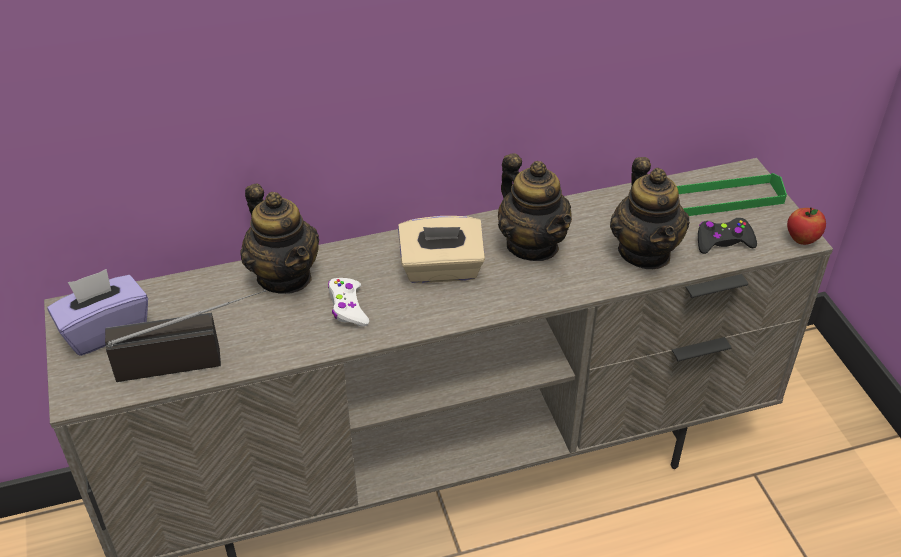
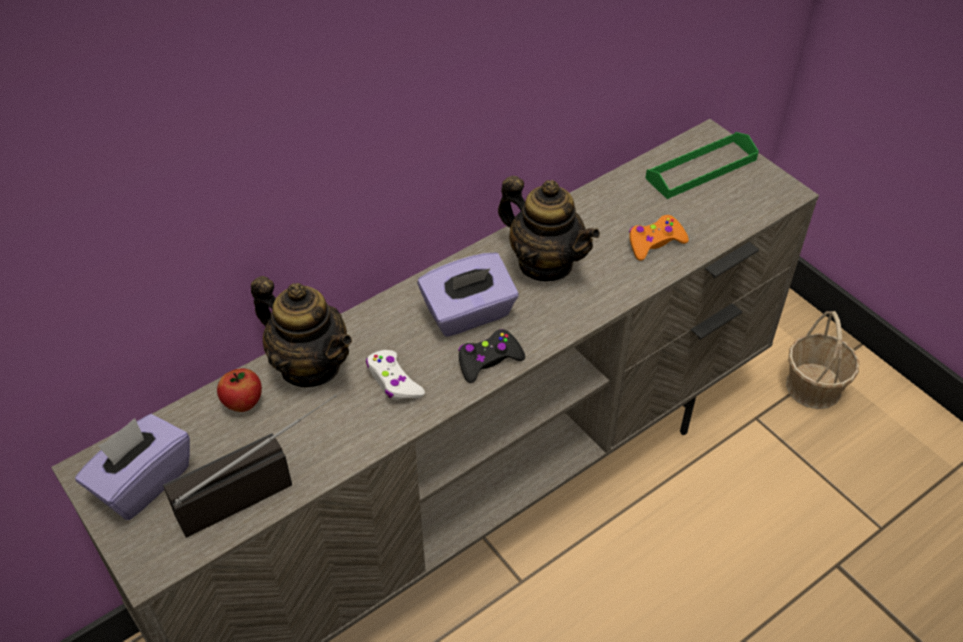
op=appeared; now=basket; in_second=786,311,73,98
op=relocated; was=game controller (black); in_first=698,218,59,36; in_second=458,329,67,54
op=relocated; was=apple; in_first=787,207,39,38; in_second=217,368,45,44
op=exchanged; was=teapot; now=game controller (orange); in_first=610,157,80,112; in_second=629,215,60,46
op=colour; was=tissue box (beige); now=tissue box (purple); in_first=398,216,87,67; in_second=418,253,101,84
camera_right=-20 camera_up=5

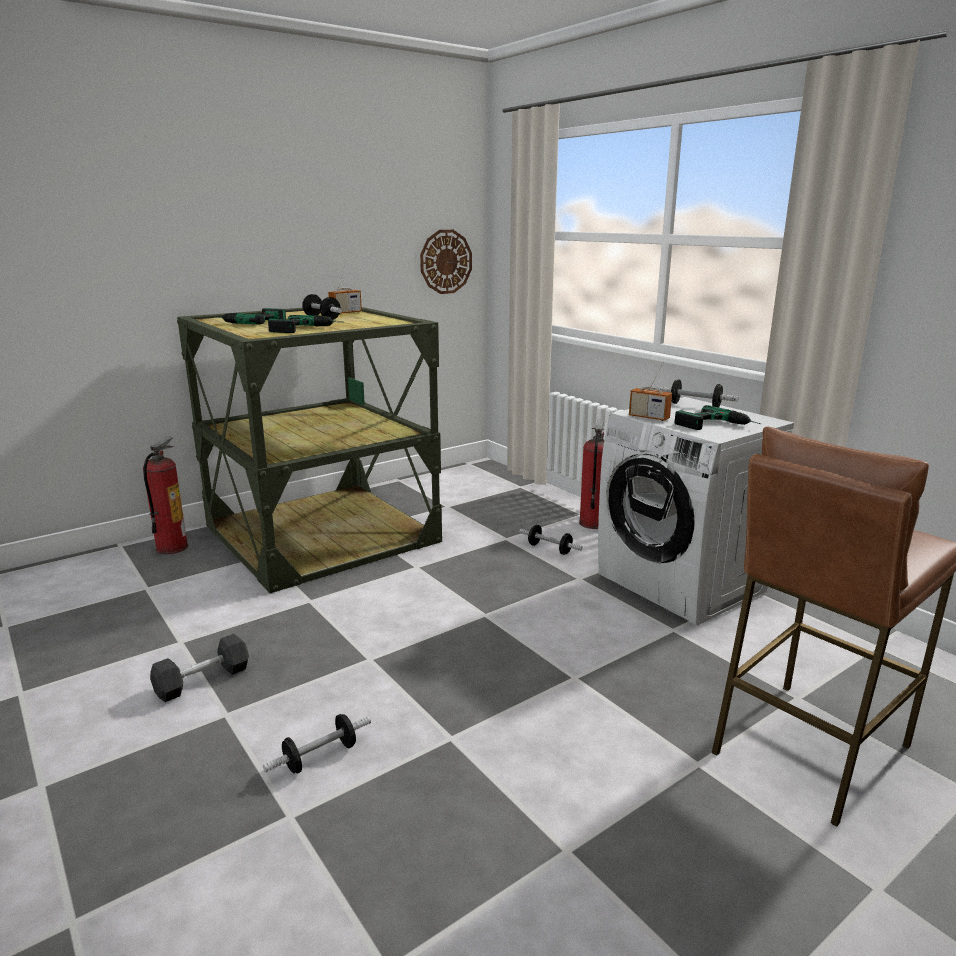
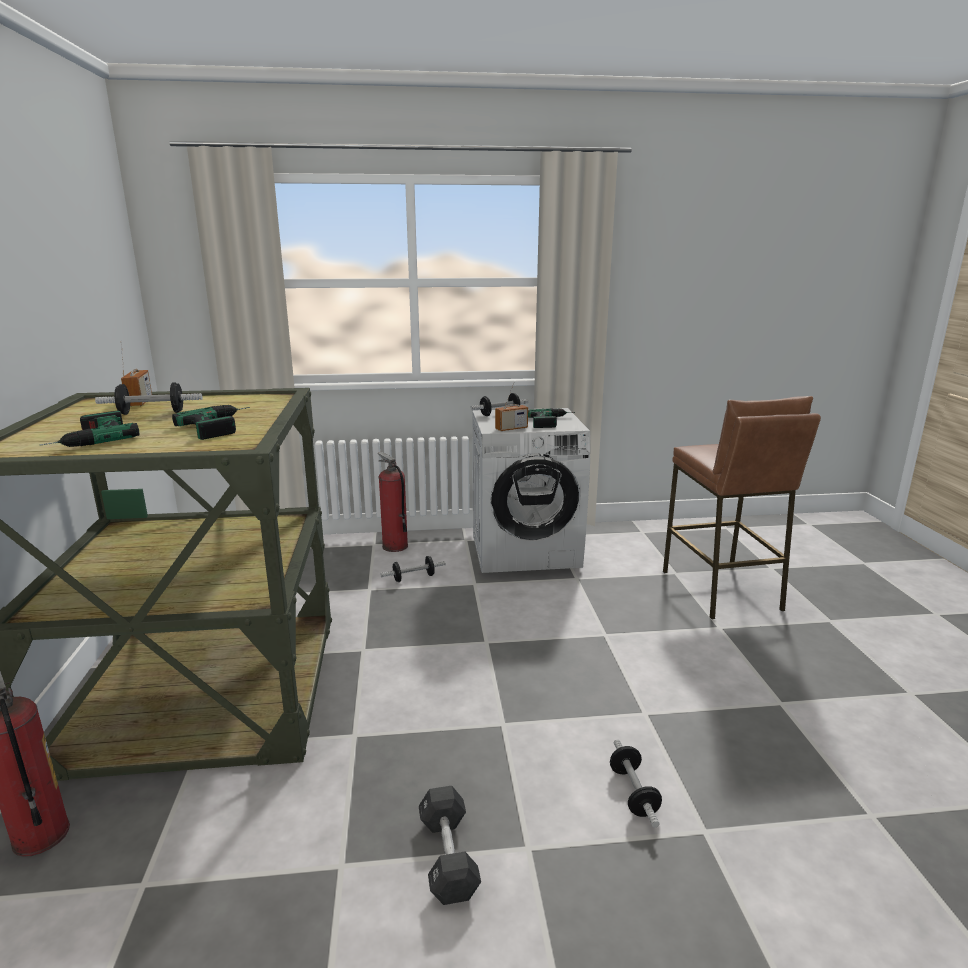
op=missing; was=wall clock; in_first=420,230,52,64
camera_right=-60 camera_up=0

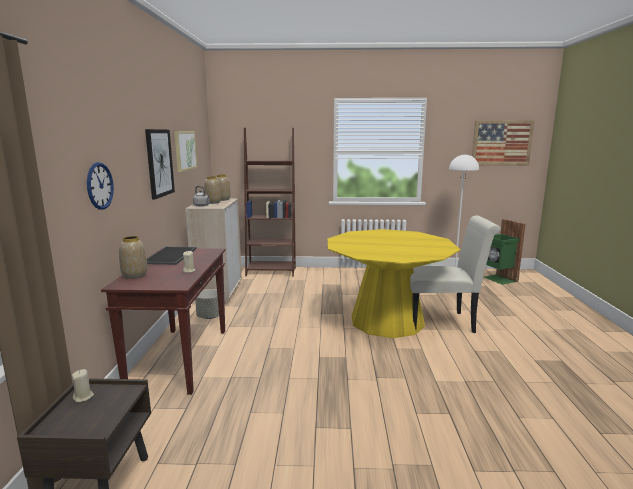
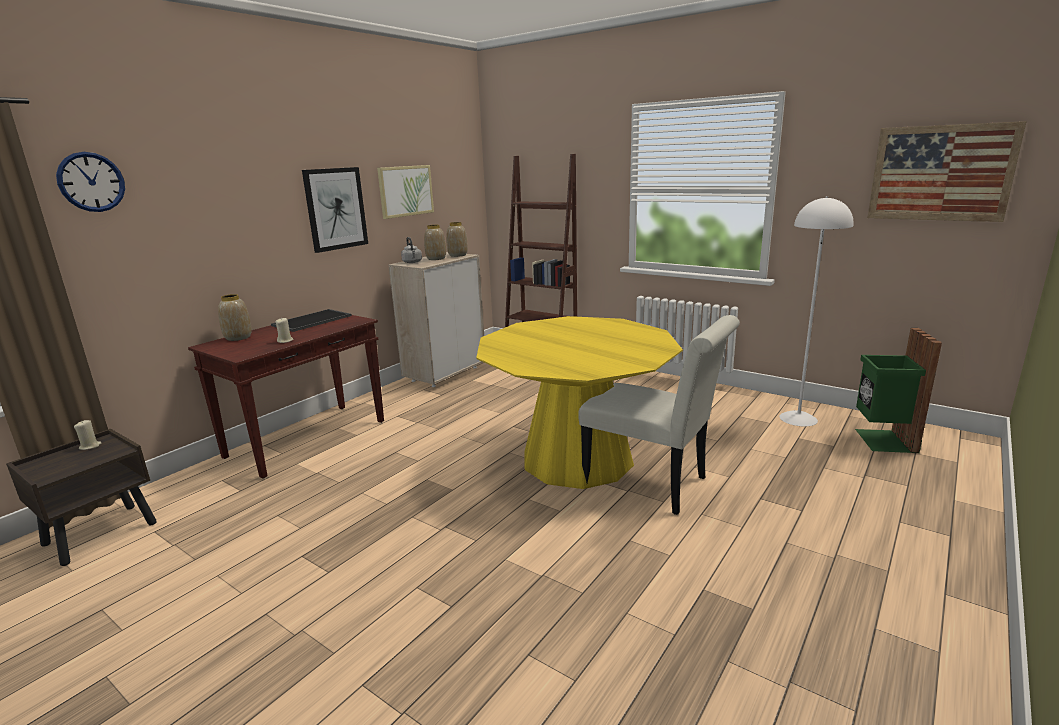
op=missing; was=planter (grey); in_first=195,289,24,30
op=relocated; was=wall clock; in_first=87,162,27,48; in_second=56,152,69,60
camera_right=35 camera_up=5

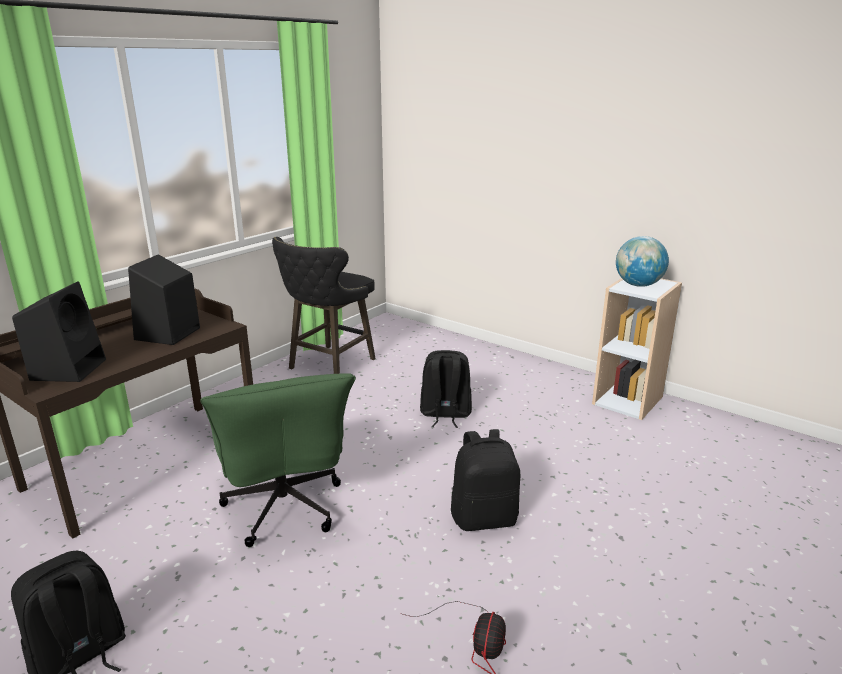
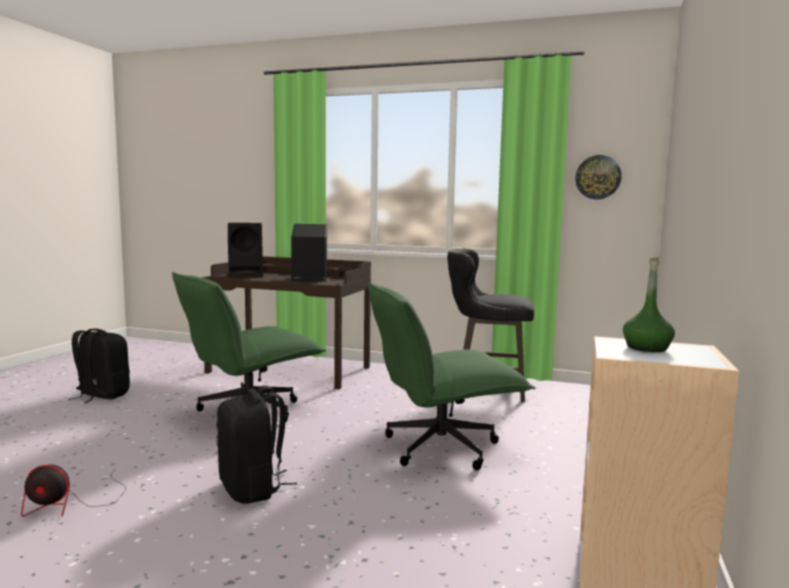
op=appeared; now=wall clock; in_second=575,155,47,44
op=exchanged; was=backpack (black); now=office chair (green); in_first=420,350,52,78; in_second=368,282,168,188
op=exchanged; was=globe; now=bottle (green); in_first=616,236,53,51; in_second=623,258,52,94
camera_right=70 camera_up=-15

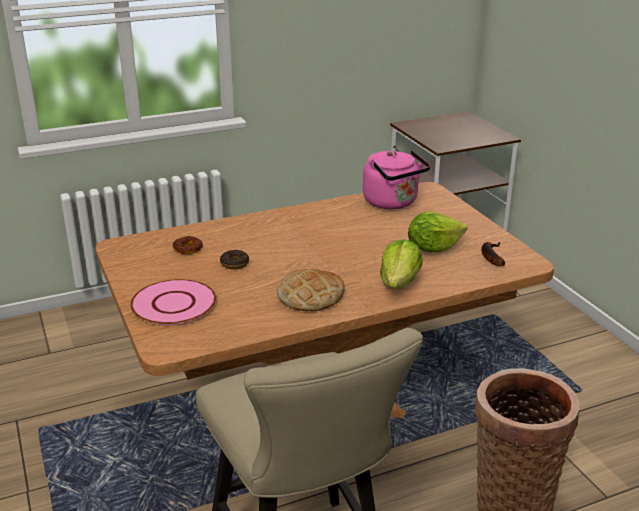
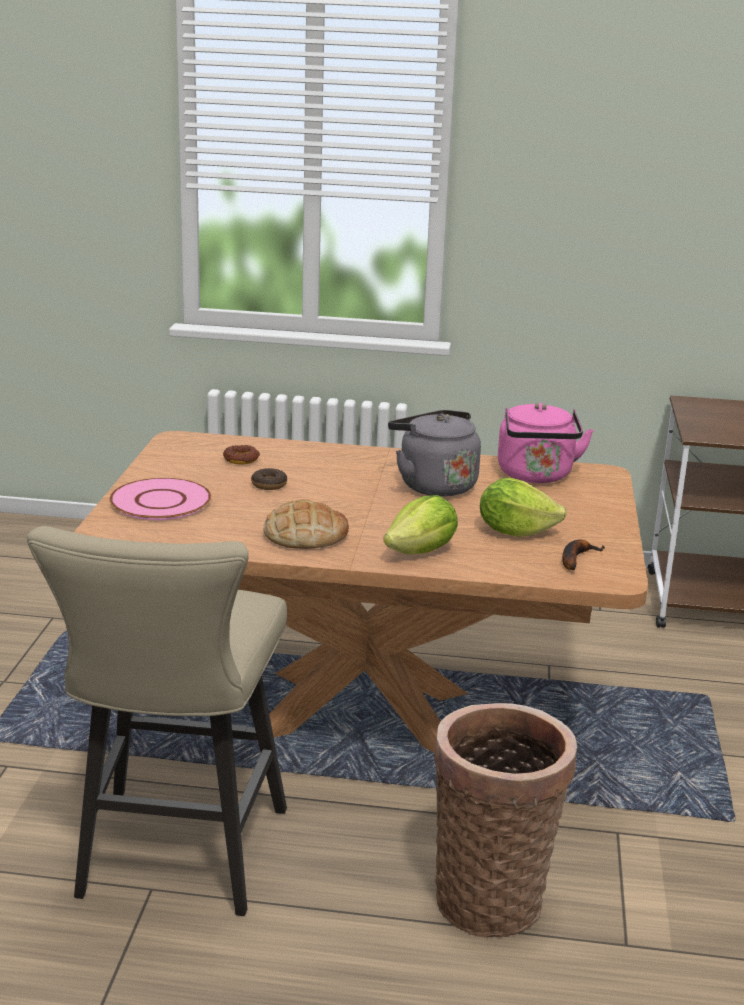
op=appeared; now=kettle (grey); in_second=388,410,93,86
camera_right=30 camera_up=-5

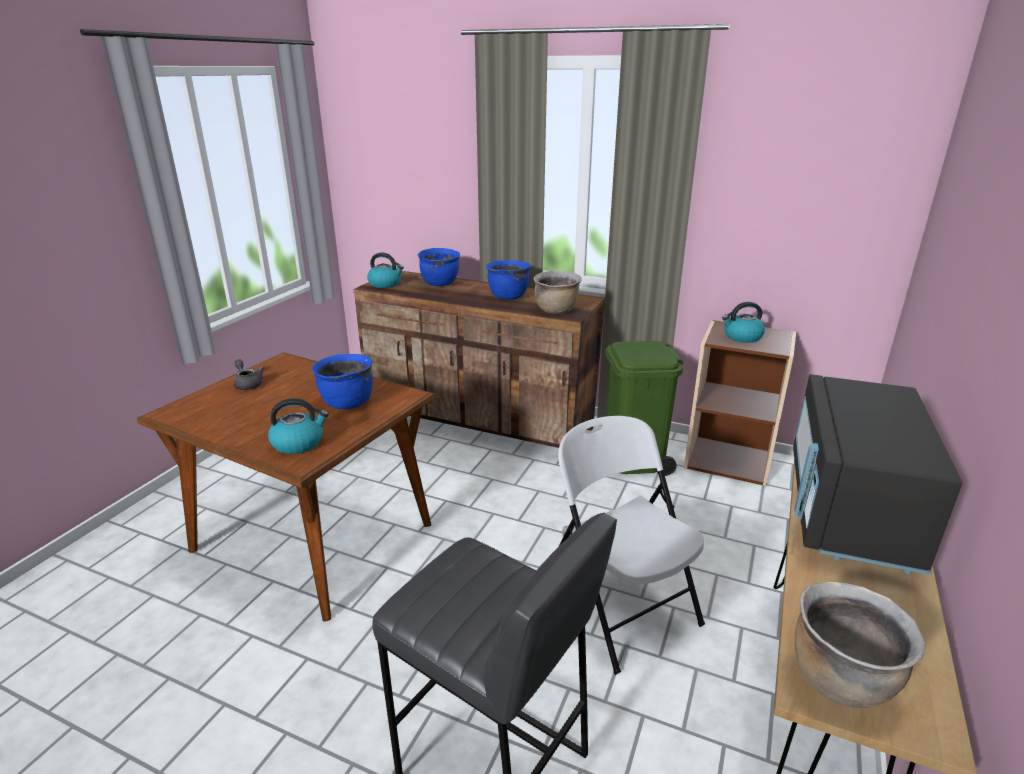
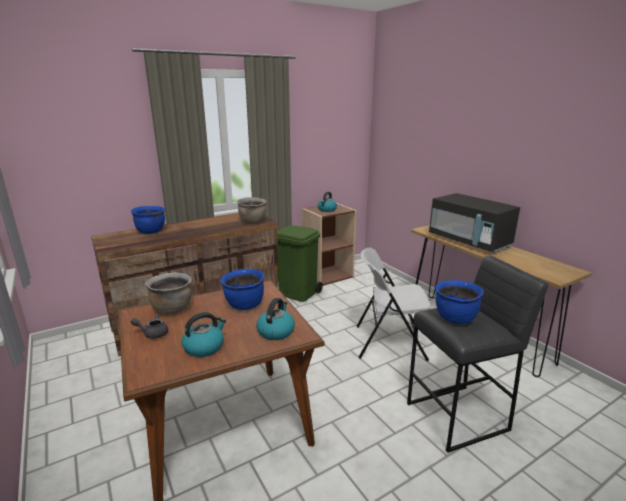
op=relocated; was=kettle; in_first=367,253,37,35; in_second=182,312,44,45
op=relocated; was=cooking pot (blue); in_first=486,260,45,40; in_second=435,280,49,44
op=relocated; was=cooking pot (brown); in_first=795,582,131,126; in_second=145,272,47,43
camera_right=-55 camera_up=-5

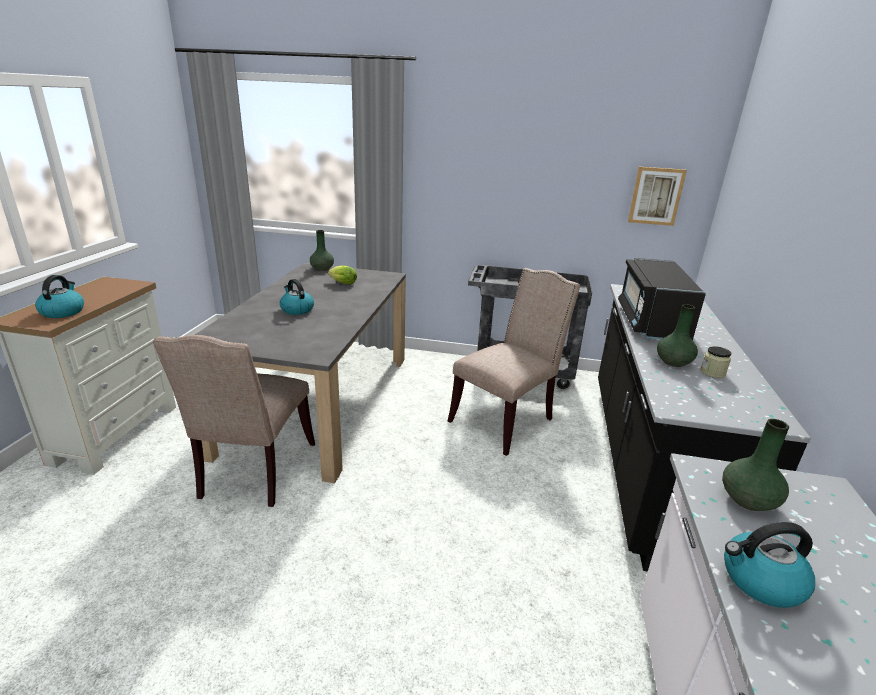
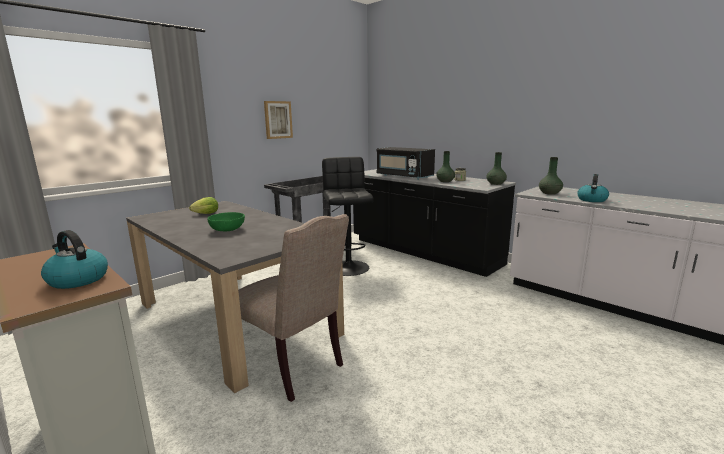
op=relocated; was=vase (green); in_first=310,230,24,41; in_second=487,152,20,33
op=relocated; was=picture; in_first=628,167,59,59; in_second=264,101,29,38
op=exchanged; was=kettle; now=bowl (green); in_first=280,279,34,36; in_second=207,212,38,19
op=exchanged; was=chair (beige); now=stool (black); in_first=448,268,132,188; in_second=322,157,52,119
camera_right=-55 camera_up=-10

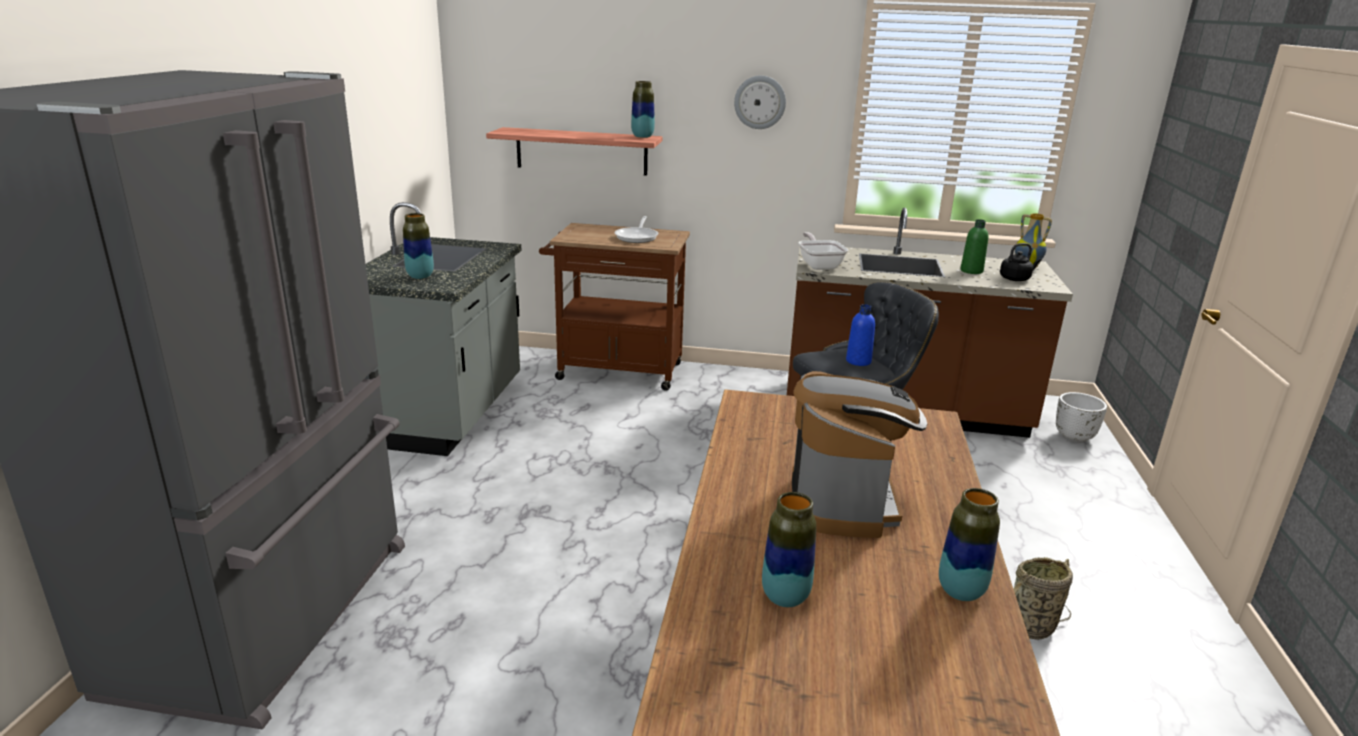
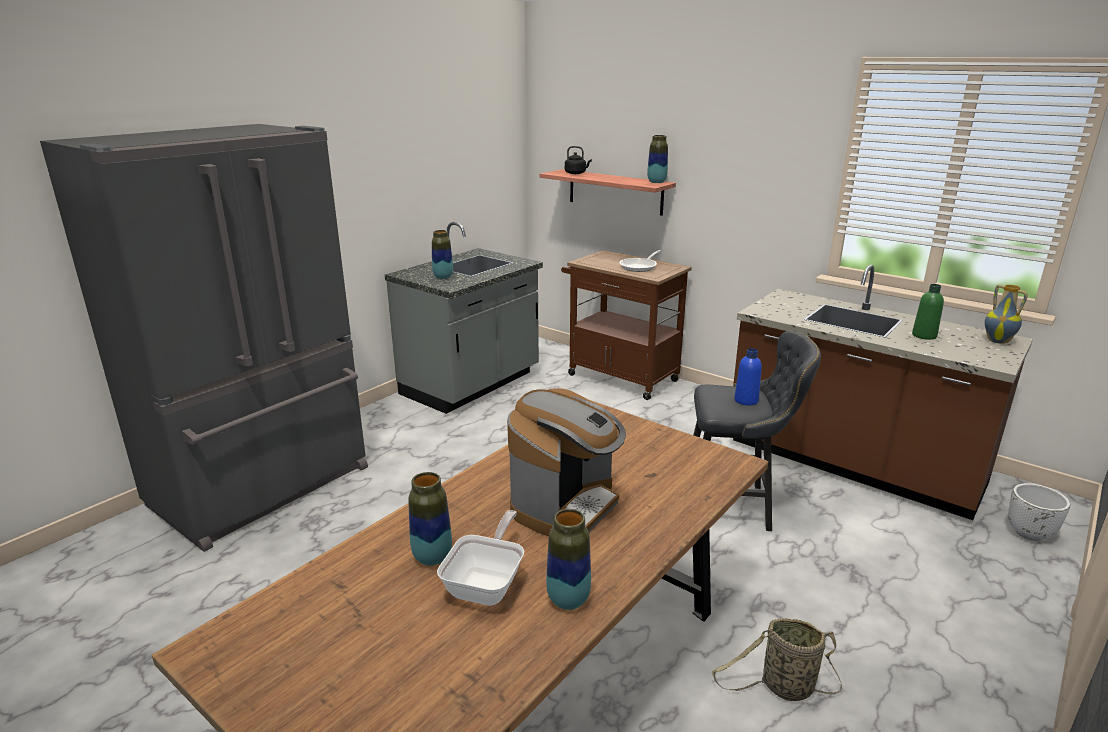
op=missing; was=wall clock; in_first=734,76,52,53
op=relocated; was=frying pan; in_first=798,232,50,38; in_second=437,510,87,96
op=relocated; was=kettle (black); in_first=1000,243,41,38; in_second=565,146,27,28
camera_right=30 camera_up=0

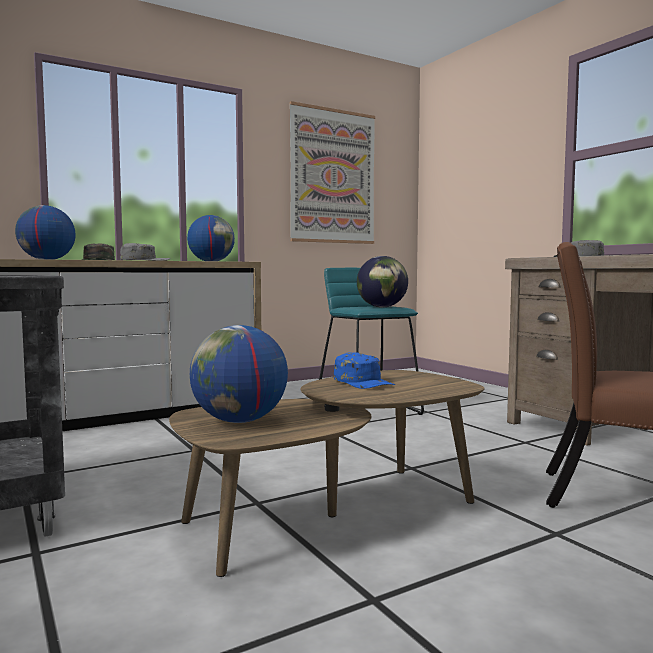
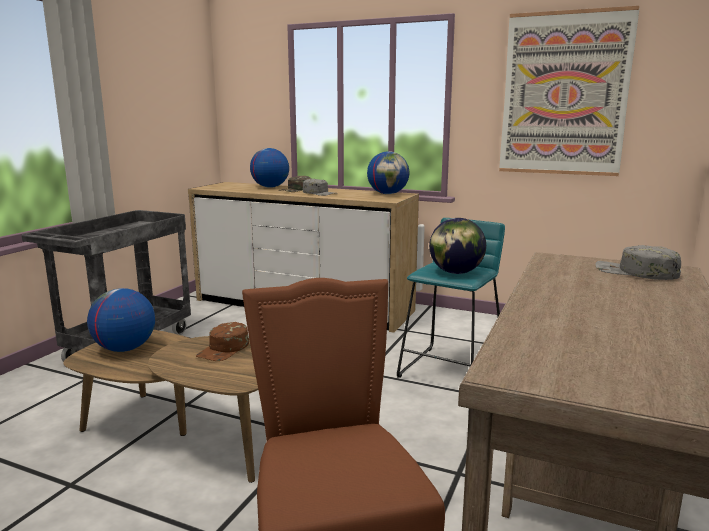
op=colour; was=cap (blue); now=cap (brown); in_first=334,352,61,37; in_second=196,322,53,39
camera_right=55 camera_up=10

